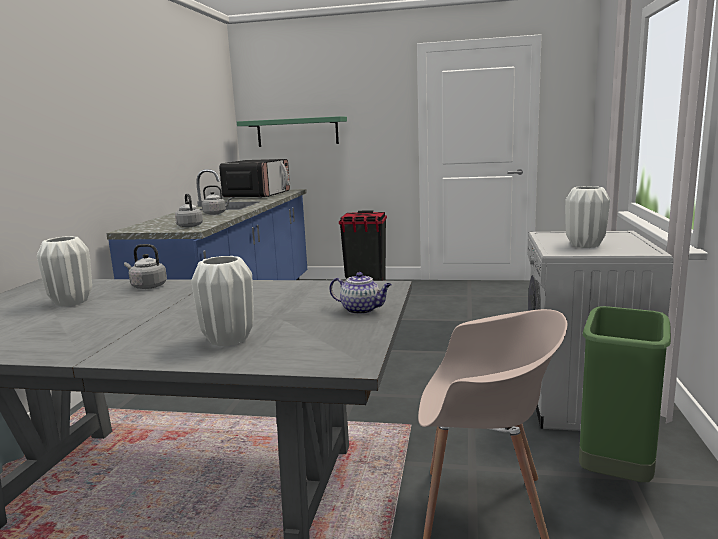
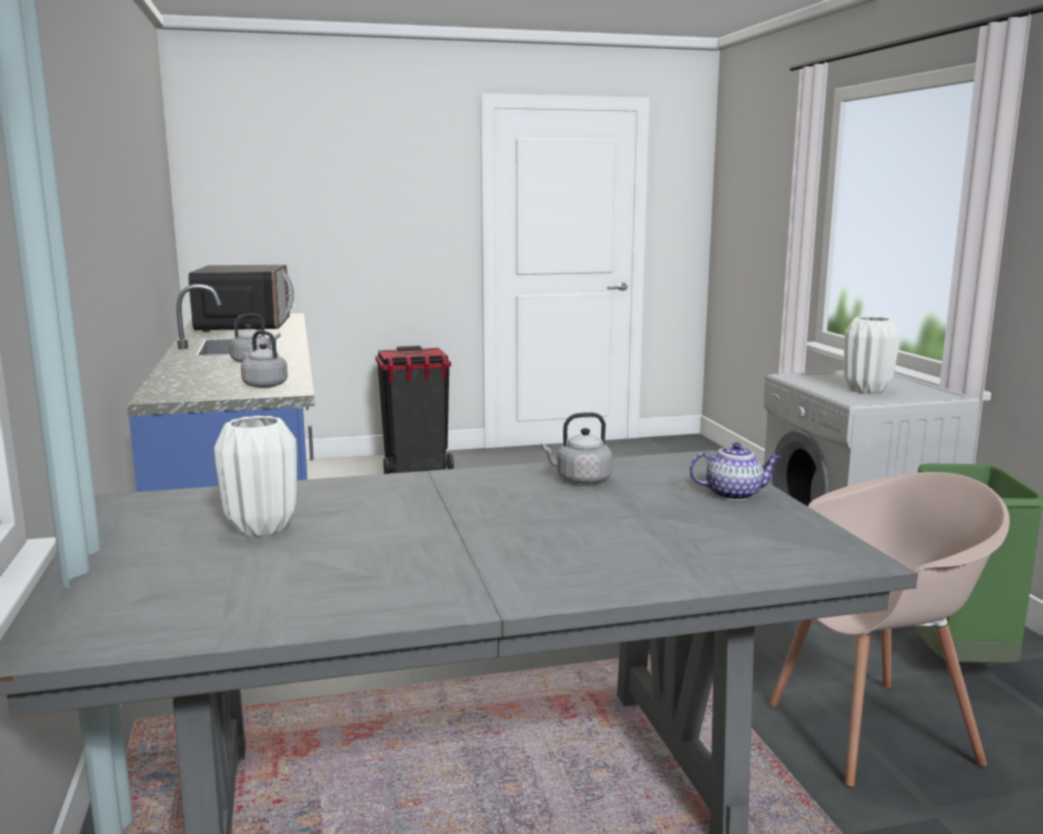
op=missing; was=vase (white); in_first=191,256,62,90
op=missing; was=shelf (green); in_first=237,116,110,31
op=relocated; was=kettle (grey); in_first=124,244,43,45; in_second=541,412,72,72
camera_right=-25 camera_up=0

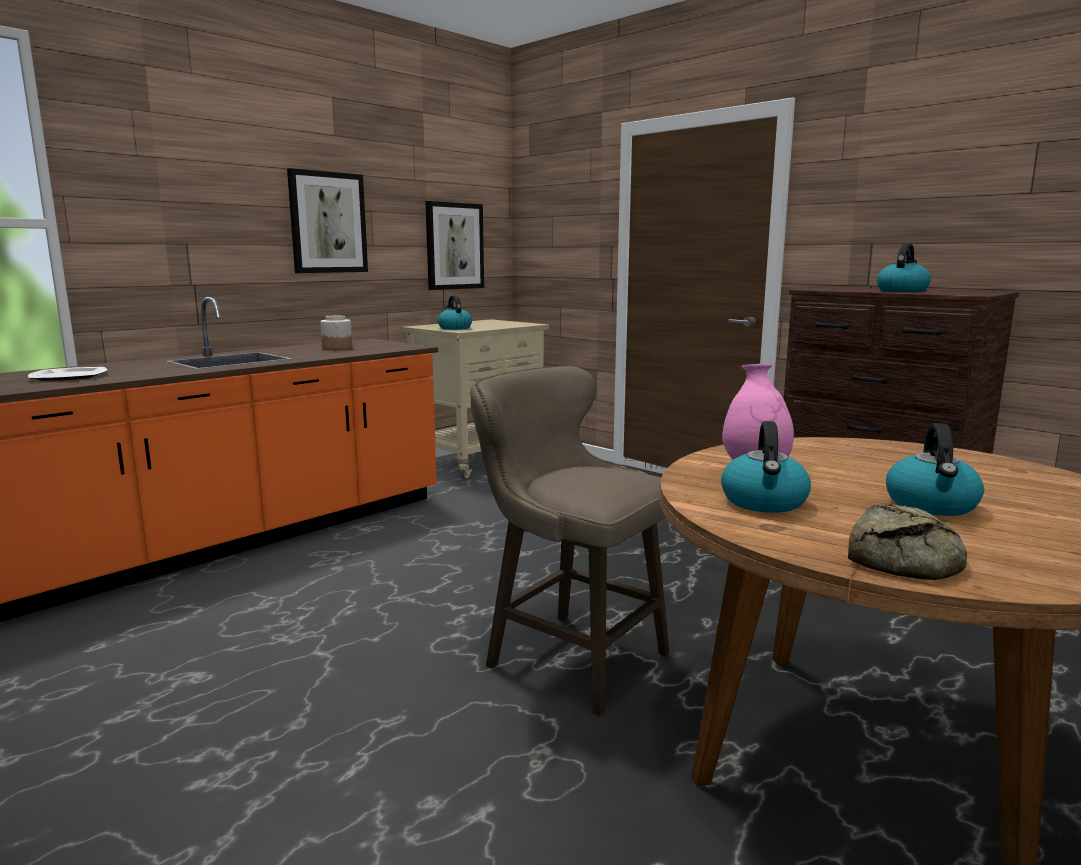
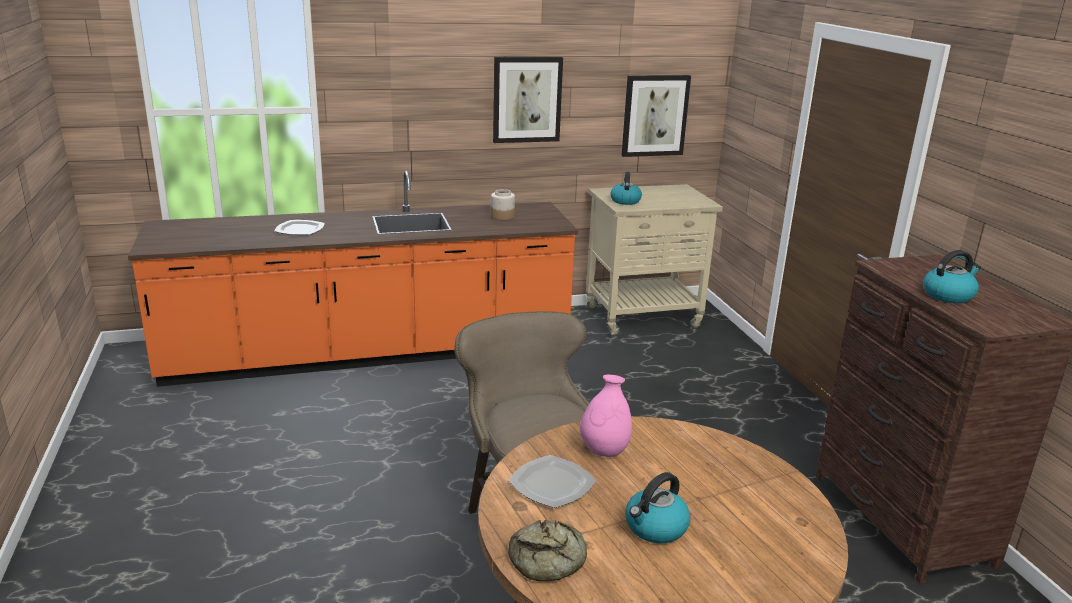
op=exchanged; was=kettle; now=plate; in_first=721,421,90,92; in_second=508,455,88,53
camera_right=30 camera_up=10

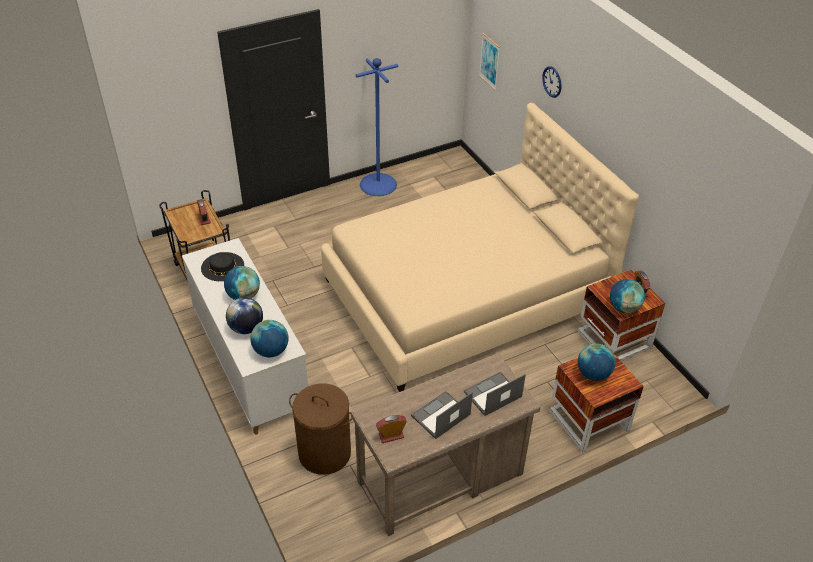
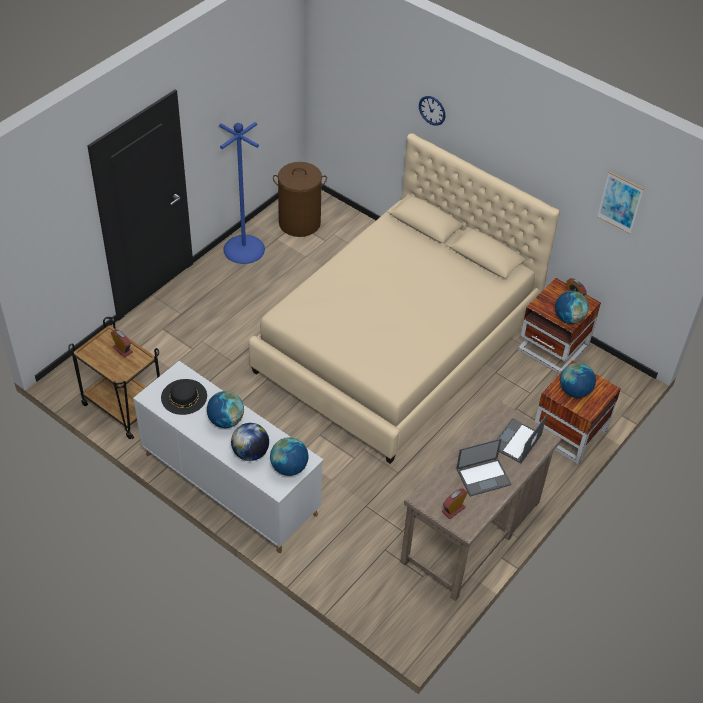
op=relocated; was=laundry basket (brown); in_first=289,384,63,91; in_second=273,162,54,75
op=relocated; was=picture; in_first=479,33,21,57; in_second=597,171,47,63
op=spun; was=laptop; in_first=411,391,62,48; in_second=456,439,55,58; clockwise=-135
camera_right=-25 camera_up=5

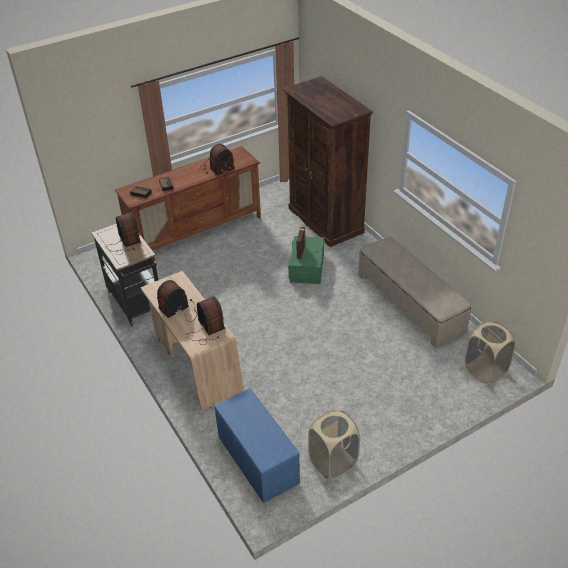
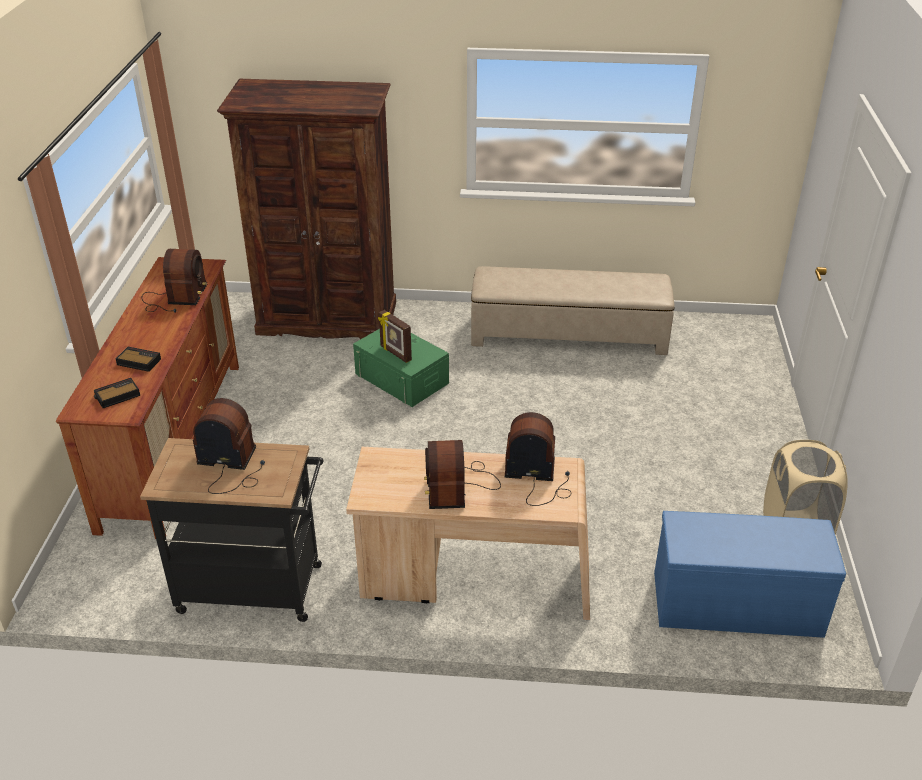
op=missing; was=laundry basket (beige); in_first=464,321,52,63
camera_right=-55 camera_up=-5

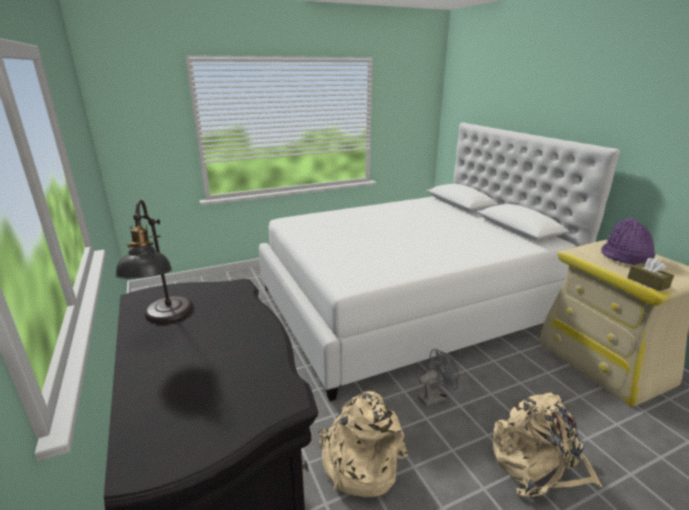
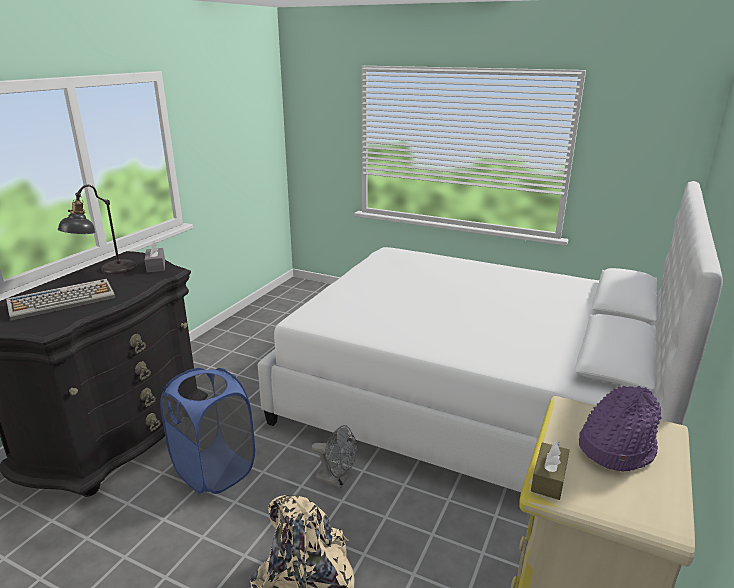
op=appeared; now=keyboard; in_second=6,279,109,41
op=appeared; now=tissue box (grey); in_second=145,241,20,32
op=exchanged; was=backpack (beige); now=laundry basket (blue); in_first=318,391,90,106; in_second=160,368,95,126
camera_right=50 camera_up=0

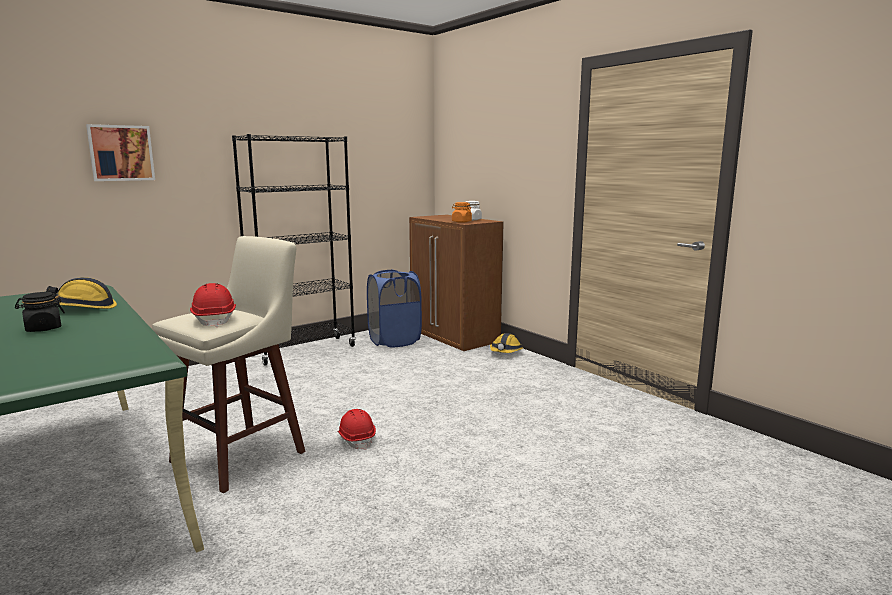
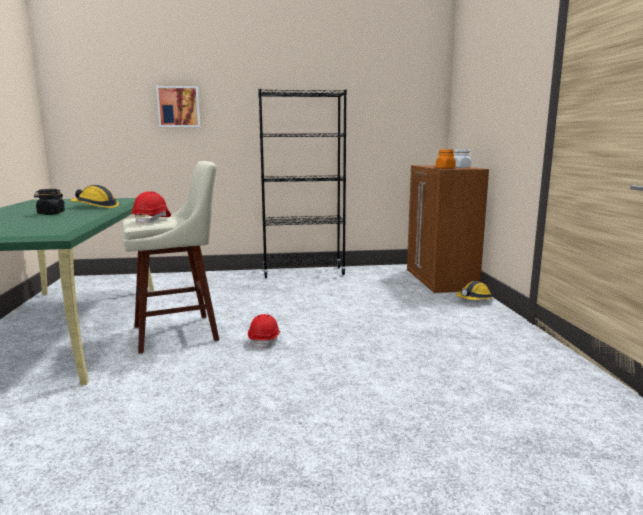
op=missing; was=laundry basket (blue); in_first=367,269,55,78
camera_right=30 camera_up=0

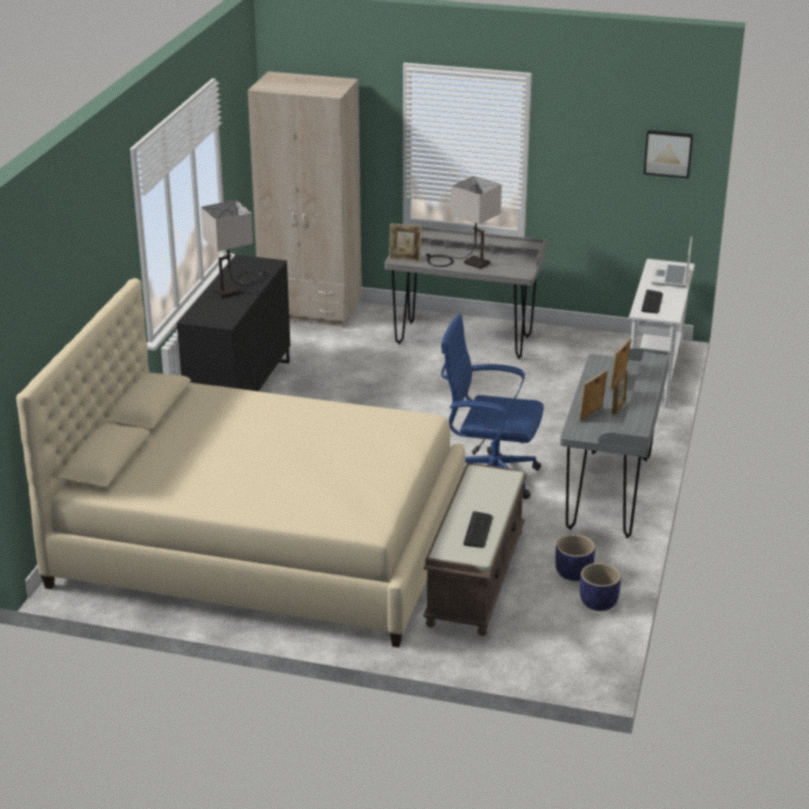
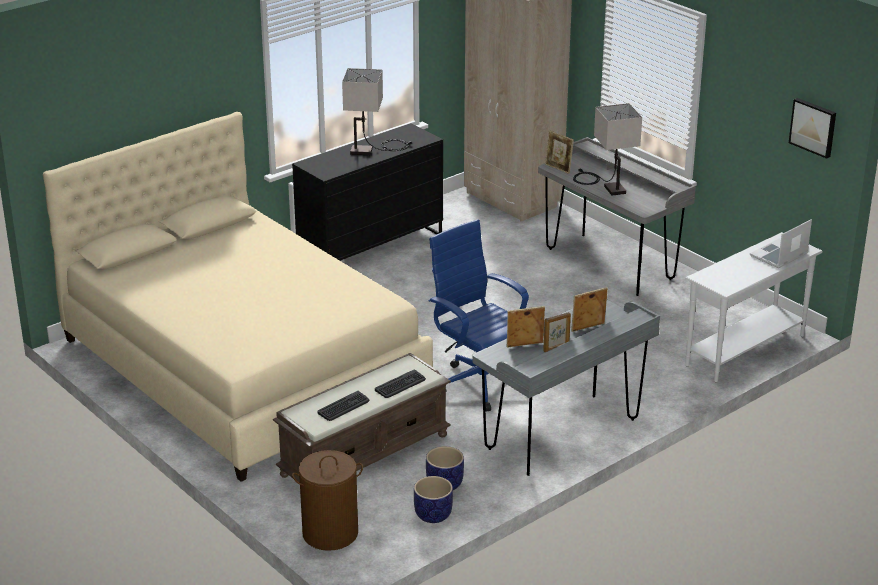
op=appeared; now=laundry basket (brown); in_second=292,450,71,101
op=relocated; was=keyboard; in_first=641,290,22,23; in_second=375,370,51,28
camera_right=35 camera_up=0

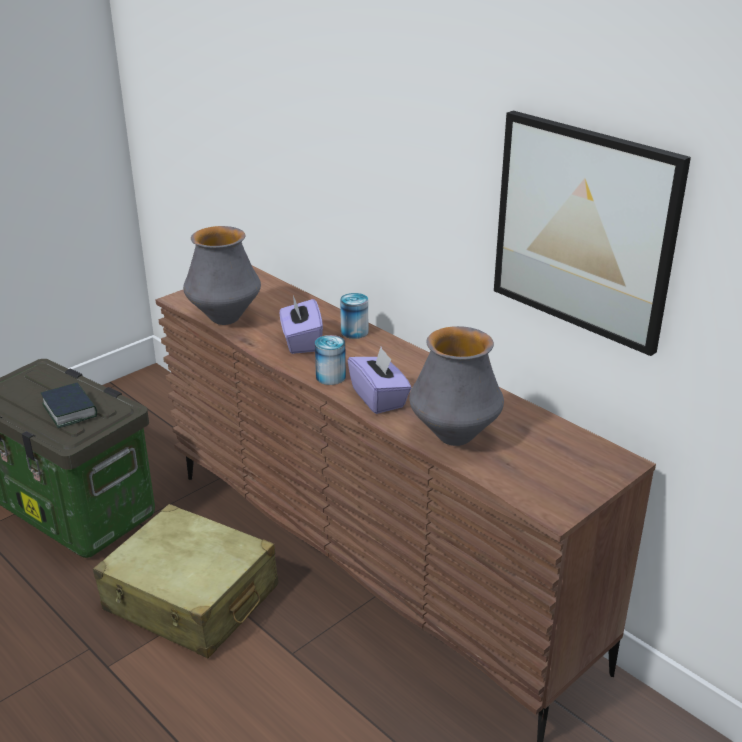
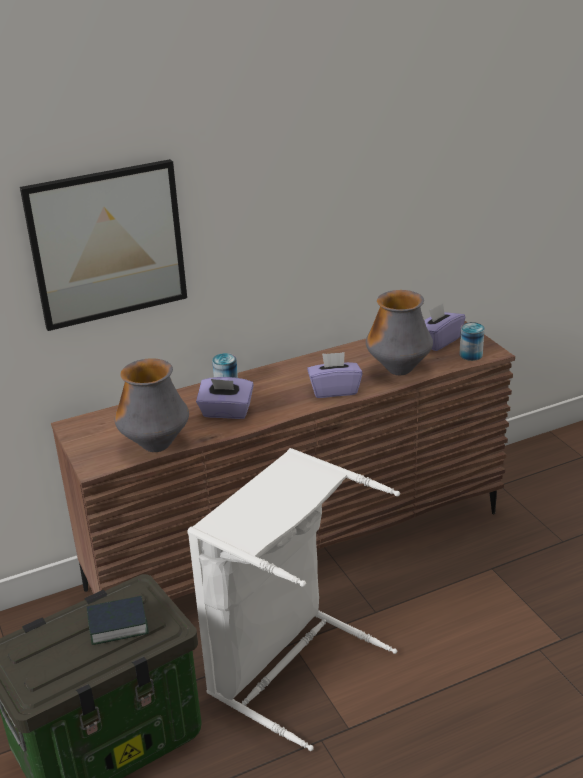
op=appeared; now=tissue box (purple); in_second=424,303,41,48
op=relocated; was=can; in_first=315,335,31,50; in_second=459,322,25,39
op=relocated; was=picture; in_first=494,111,197,245; in_second=20,159,167,172
op=exchanged; was=suitcase (beige); now=laundry basket (white); in_first=93,504,185,154; in_second=187,448,213,303
camera_right=-70 camera_up=0

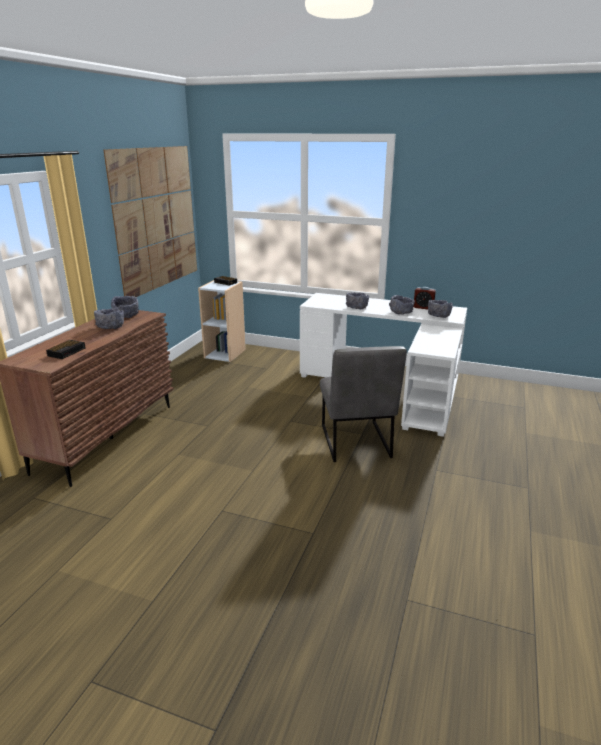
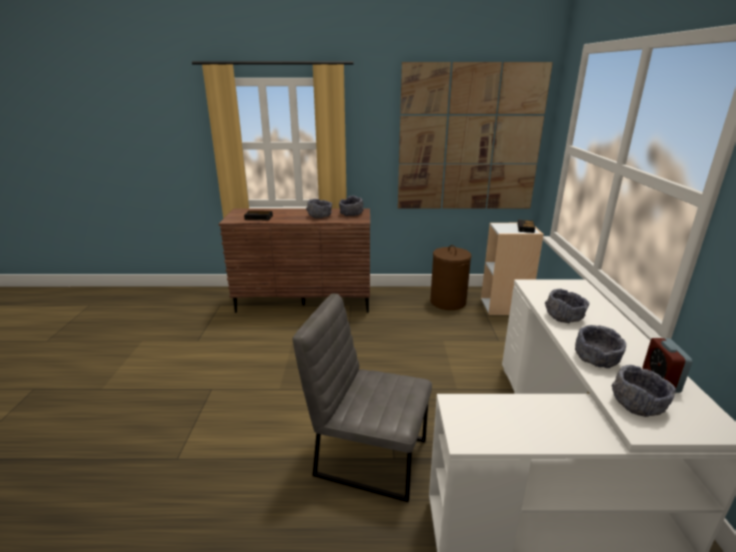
op=appeared; now=laundry basket (brown); in_second=430,245,41,65
op=spun; was=chair (grey); in_first=320,346,87,116; in_second=292,293,140,209; clockwise=45
camera_right=70 camera_up=0

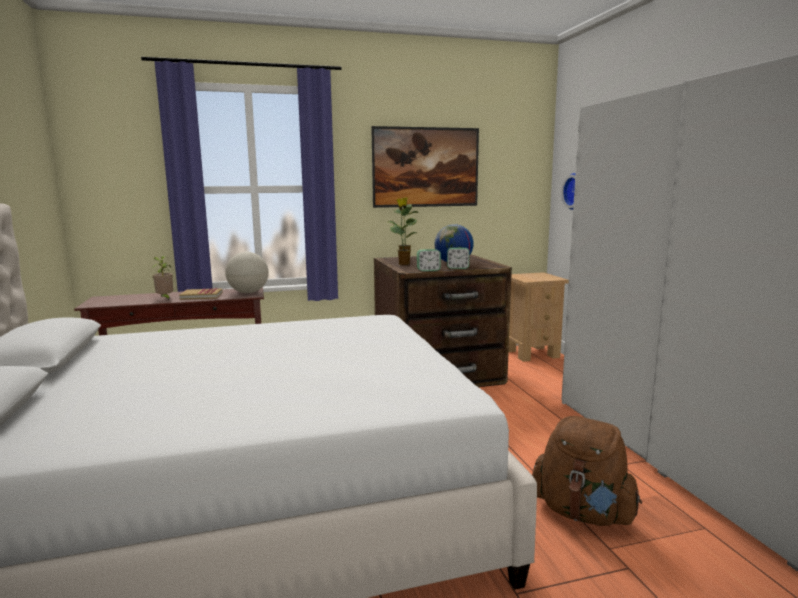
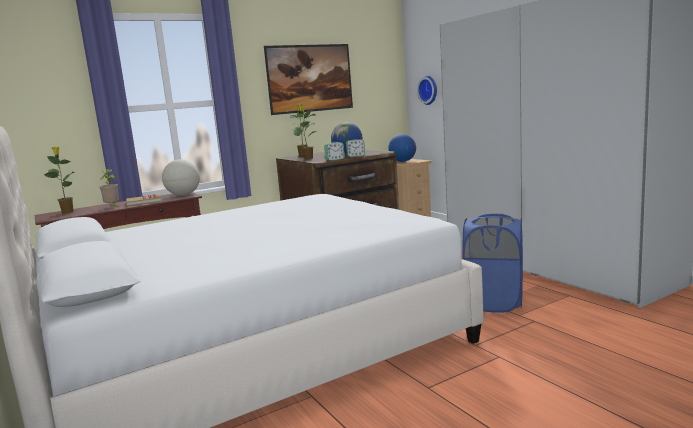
op=appeared; now=potted plant; in_second=44,147,31,67
op=appeared; now=globe; in_second=388,134,28,28
op=exchanged; was=backpack (brown); now=laundry basket (blue); in_first=532,416,110,110; in_second=462,214,61,99
camera_right=-15 camera_up=0

